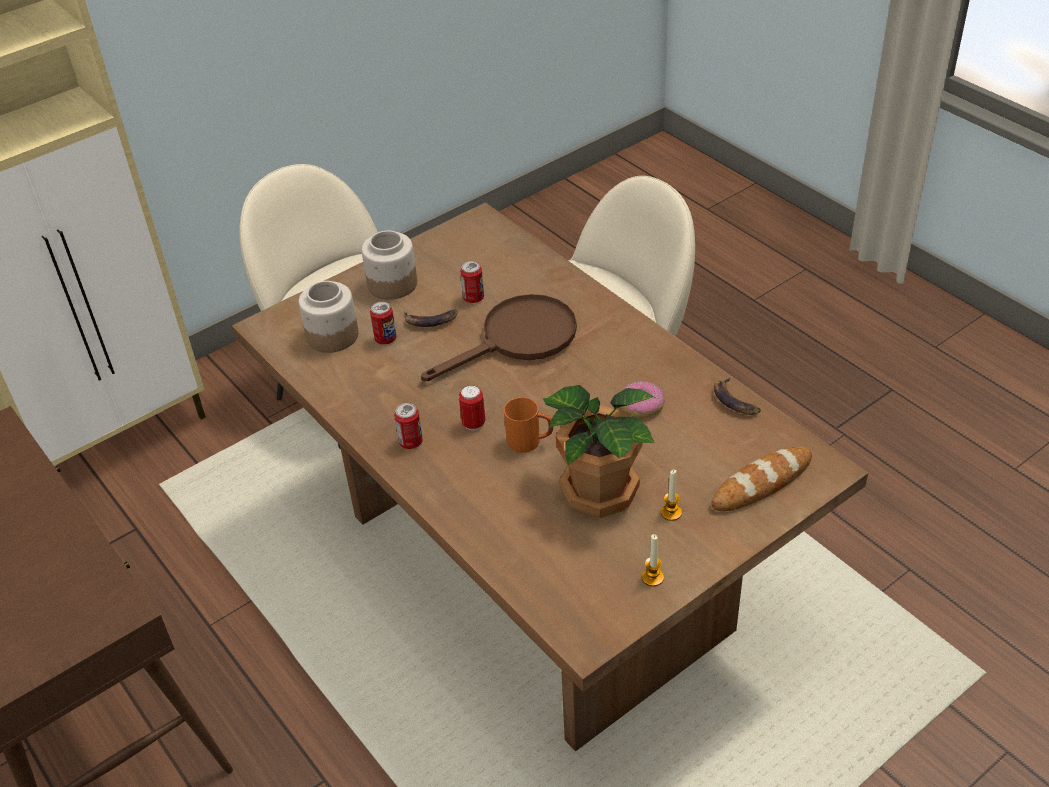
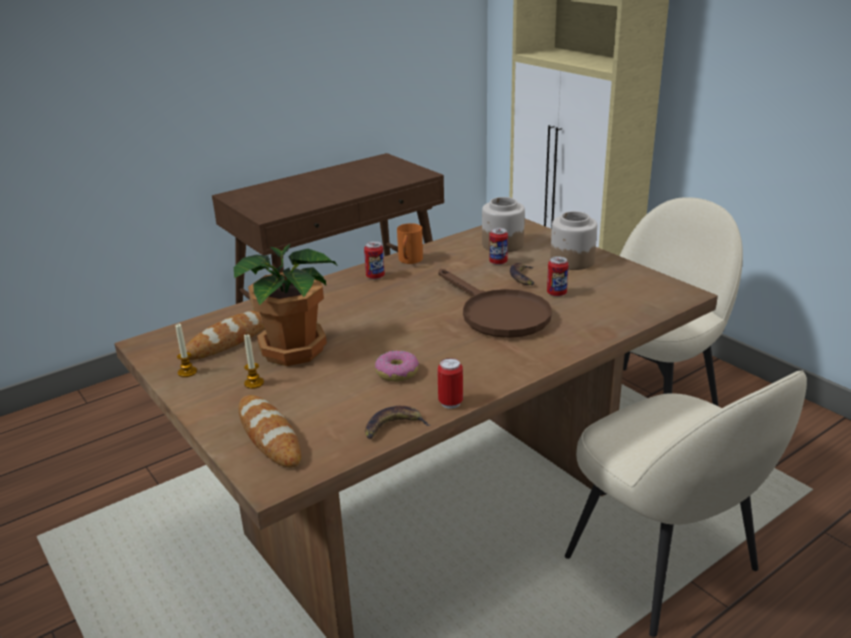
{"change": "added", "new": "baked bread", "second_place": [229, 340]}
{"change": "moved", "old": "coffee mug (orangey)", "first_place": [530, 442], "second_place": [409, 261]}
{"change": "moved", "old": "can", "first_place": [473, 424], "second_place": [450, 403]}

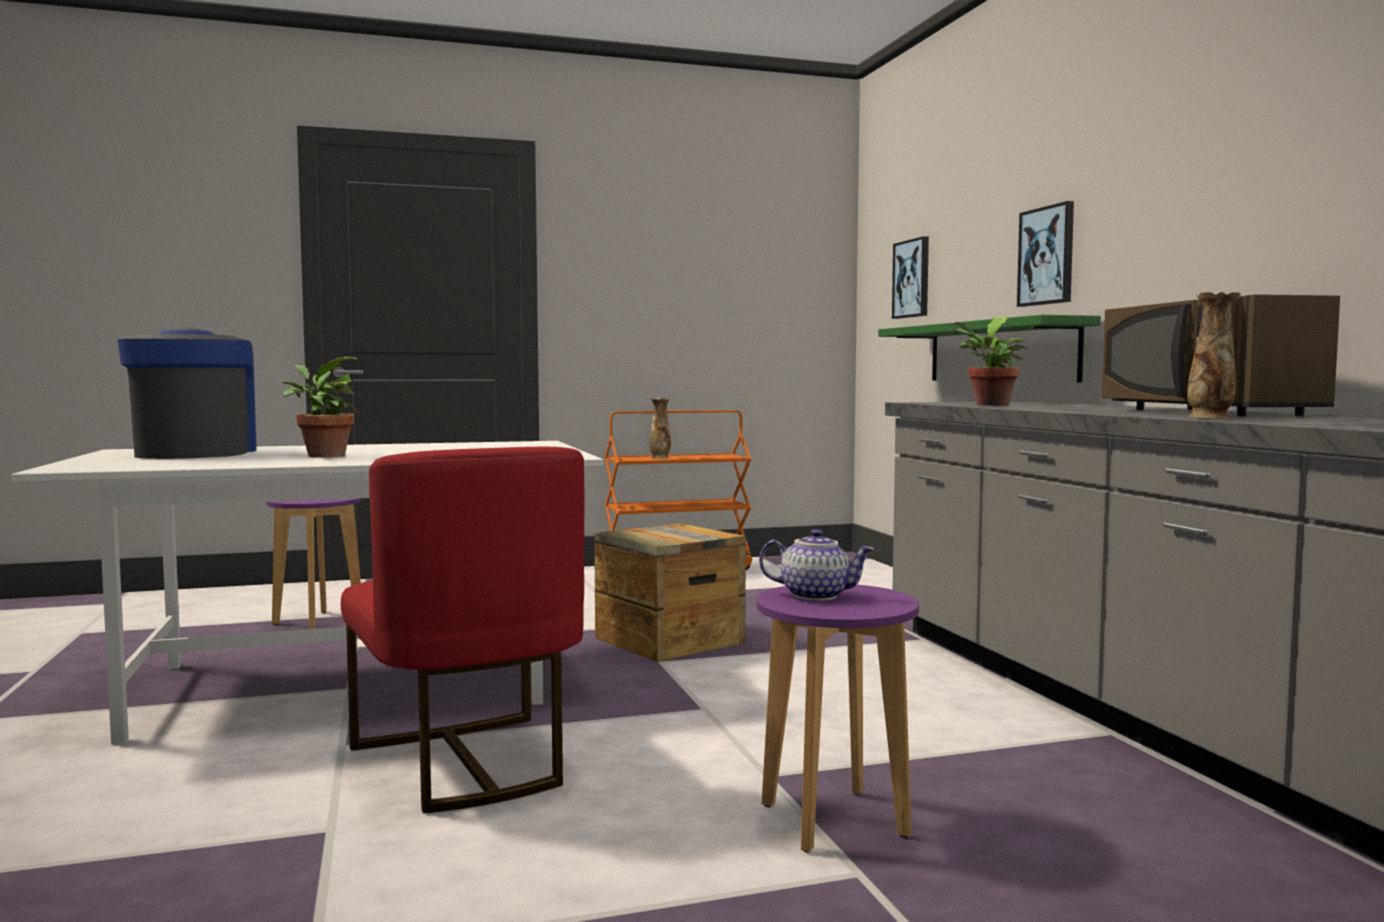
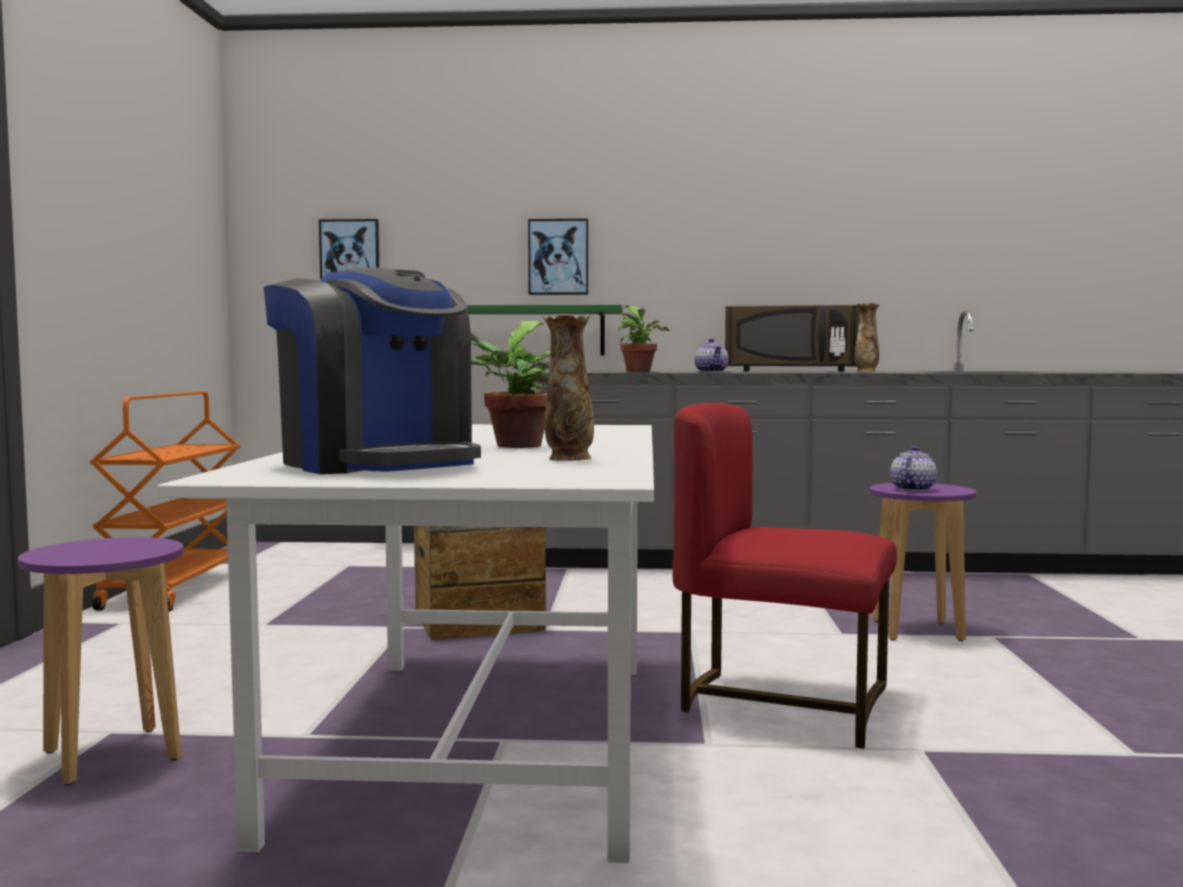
{"change": "turned", "old": "coffee maker", "first_place": [194, 453], "second_place": [378, 463], "degrees": -135}
{"change": "moved", "old": "flower vase", "first_place": [660, 458], "second_place": [568, 459]}
{"change": "turned", "old": "upright chair (red)", "first_place": [466, 764], "second_place": [783, 703], "degrees": -150}
{"change": "added", "new": "tea pot", "second_place": [712, 372]}

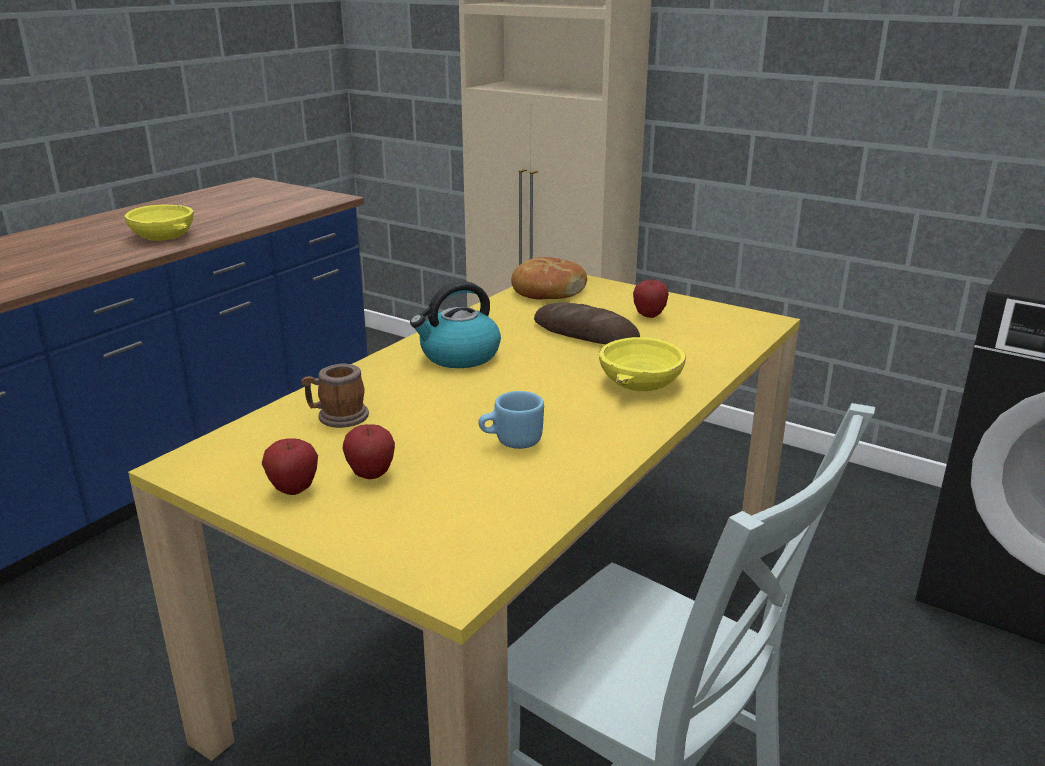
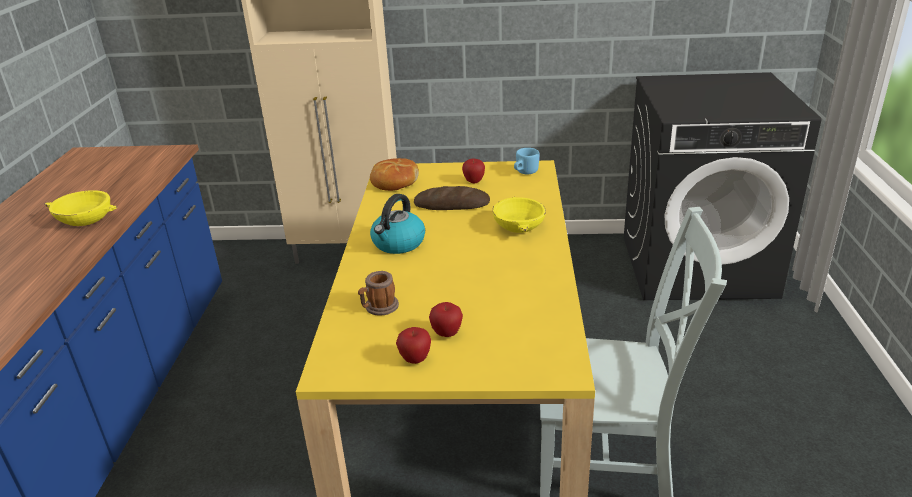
{"change": "moved", "old": "coffee mug (bluish)", "first_place": [511, 442], "second_place": [524, 172]}

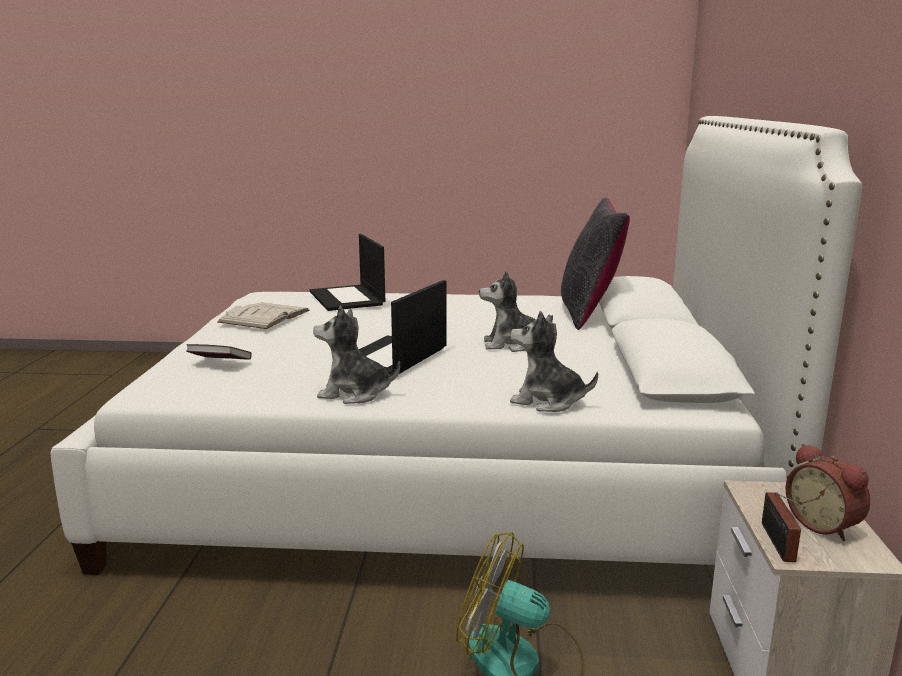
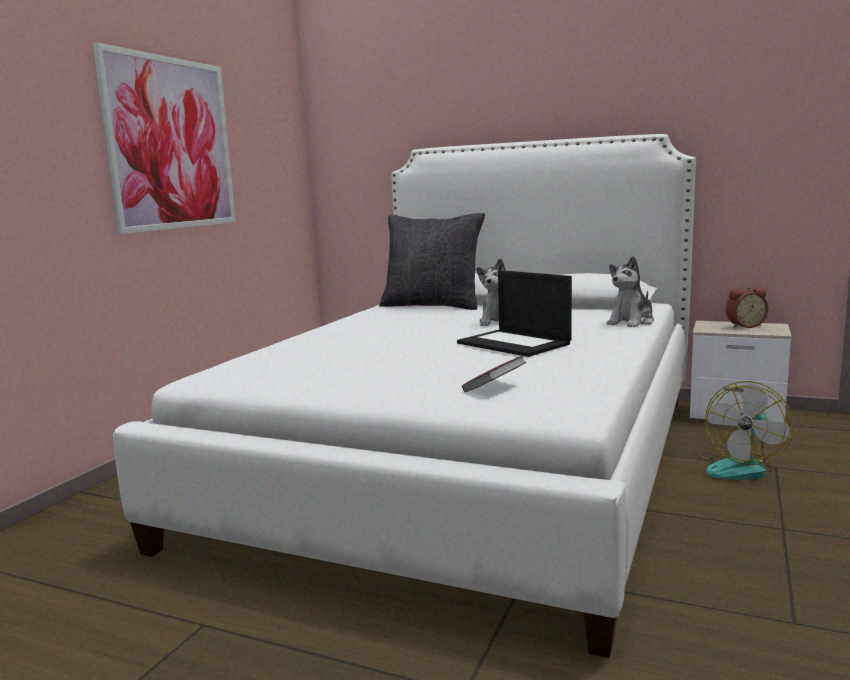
{"change": "added", "new": "wall picture", "second_place": [171, 144]}
{"change": "removed", "old": "book (white-coloured)", "first_place": [264, 316]}
{"change": "removed", "old": "portable computer", "first_place": [348, 298]}
{"change": "removed", "old": "soft toy", "first_place": [354, 394]}
{"change": "removed", "old": "radio", "first_place": [778, 544]}

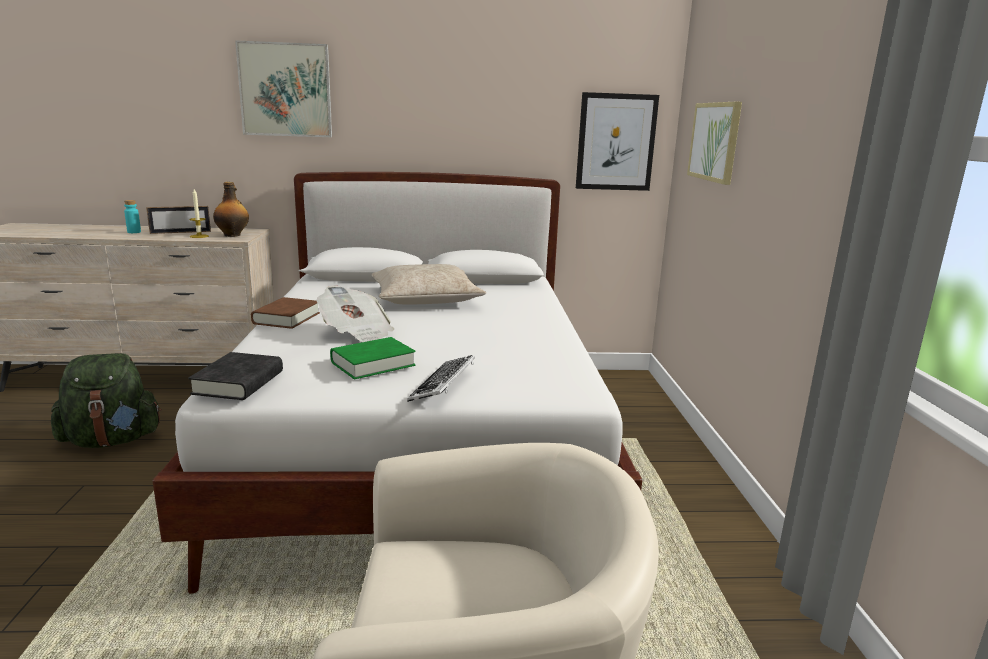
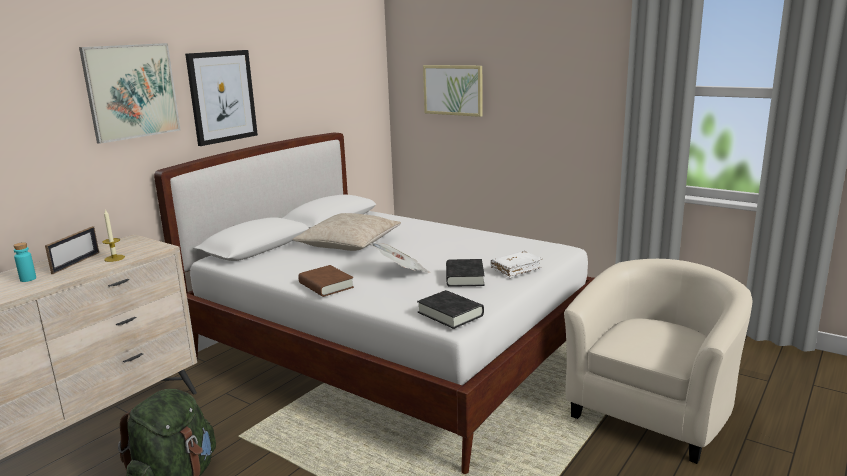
{"change": "moved", "old": "wall picture", "first_place": [616, 142], "second_place": [222, 96]}
{"change": "recoloured", "old": "book (green-coloured)", "new": "book (black-coloured)", "first_place": [373, 364], "second_place": [464, 277]}
{"change": "replaced", "old": "PC keyboard", "new": "book (white-coloured)", "first_place": [443, 385], "second_place": [516, 269]}
{"change": "removed", "old": "beverage bottle", "first_place": [233, 235]}

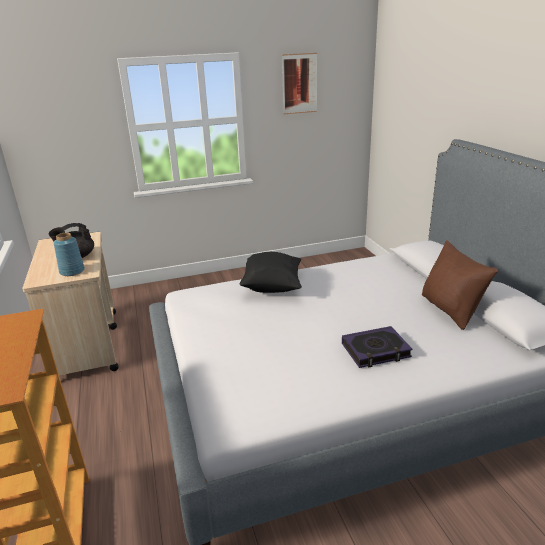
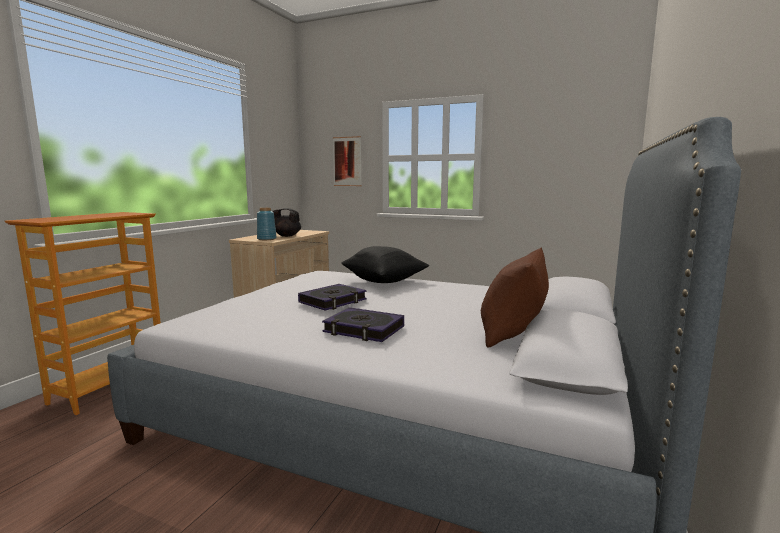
{"change": "added", "new": "book", "second_place": [333, 301]}
{"change": "moved", "old": "wall picture", "first_place": [299, 83], "second_place": [347, 161]}

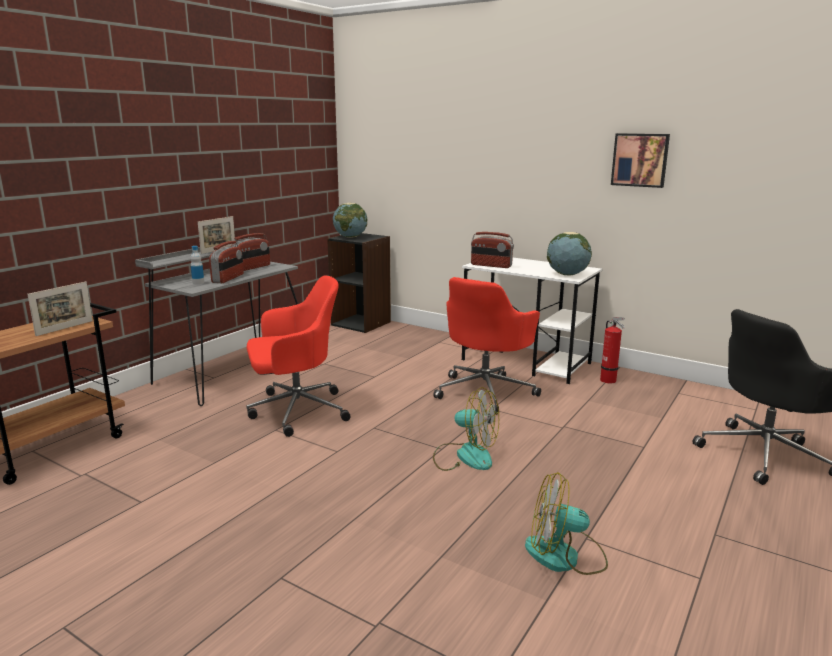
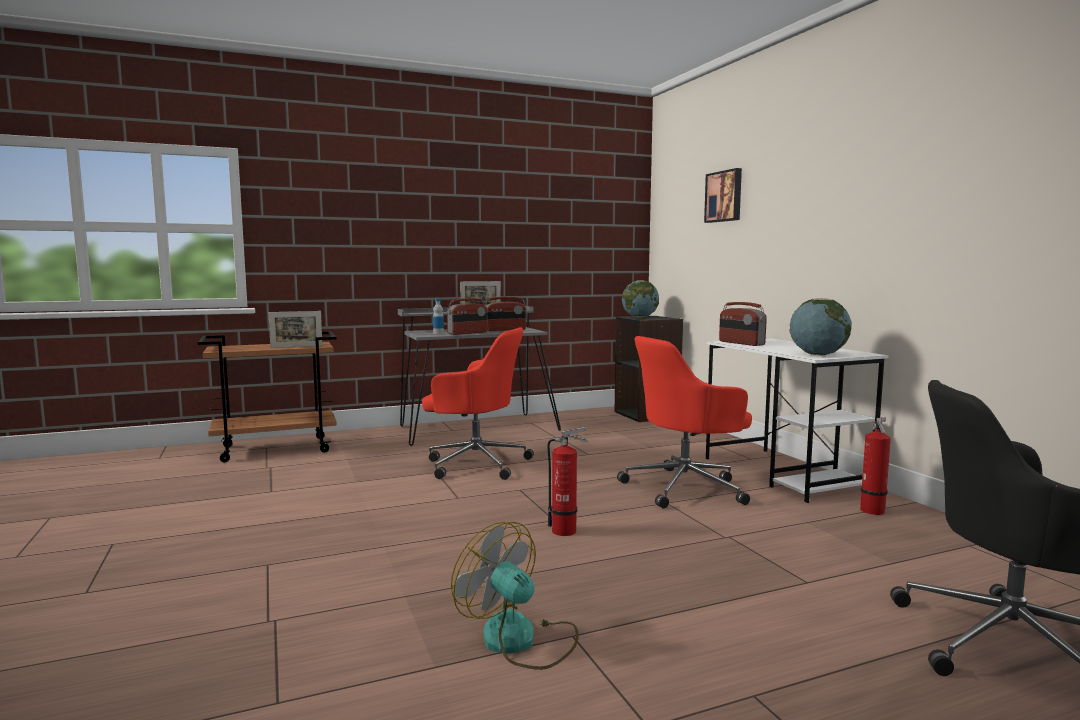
{"change": "replaced", "old": "cooling fan", "new": "fire-fighting cylinder", "first_place": [465, 456], "second_place": [567, 531]}
{"change": "moved", "old": "wall picture", "first_place": [640, 160], "second_place": [724, 196]}

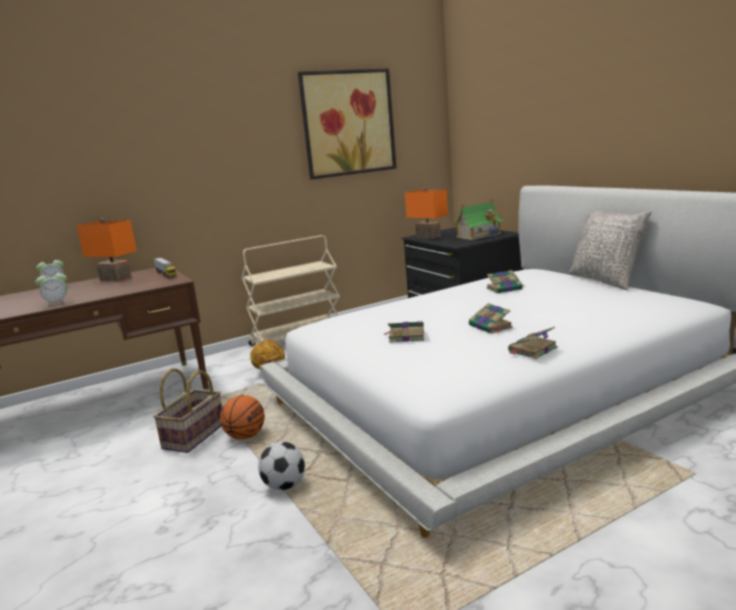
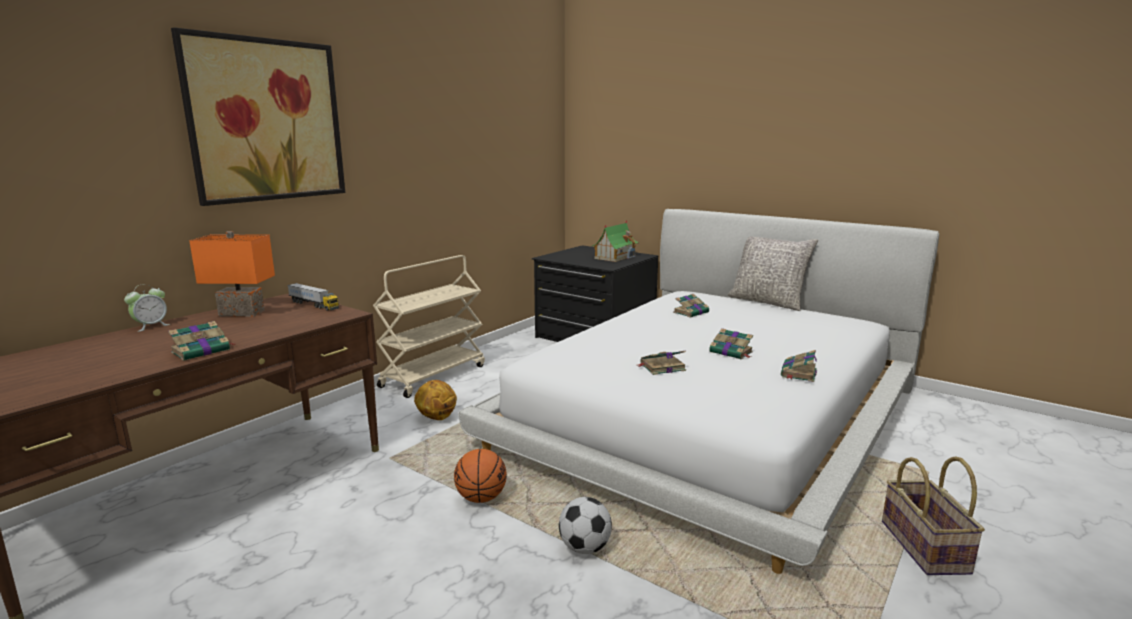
{"change": "replaced", "old": "table clock", "new": "book", "first_place": [57, 303], "second_place": [202, 351]}
{"change": "moved", "old": "wall picture", "first_place": [348, 123], "second_place": [266, 120]}
{"change": "moved", "old": "basket", "first_place": [195, 436], "second_place": [926, 547]}
{"change": "removed", "old": "table lamp (orangey)", "first_place": [427, 237]}

